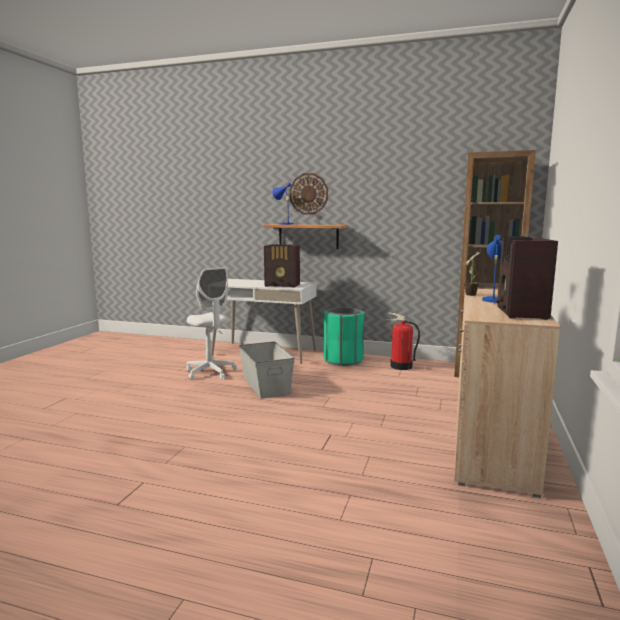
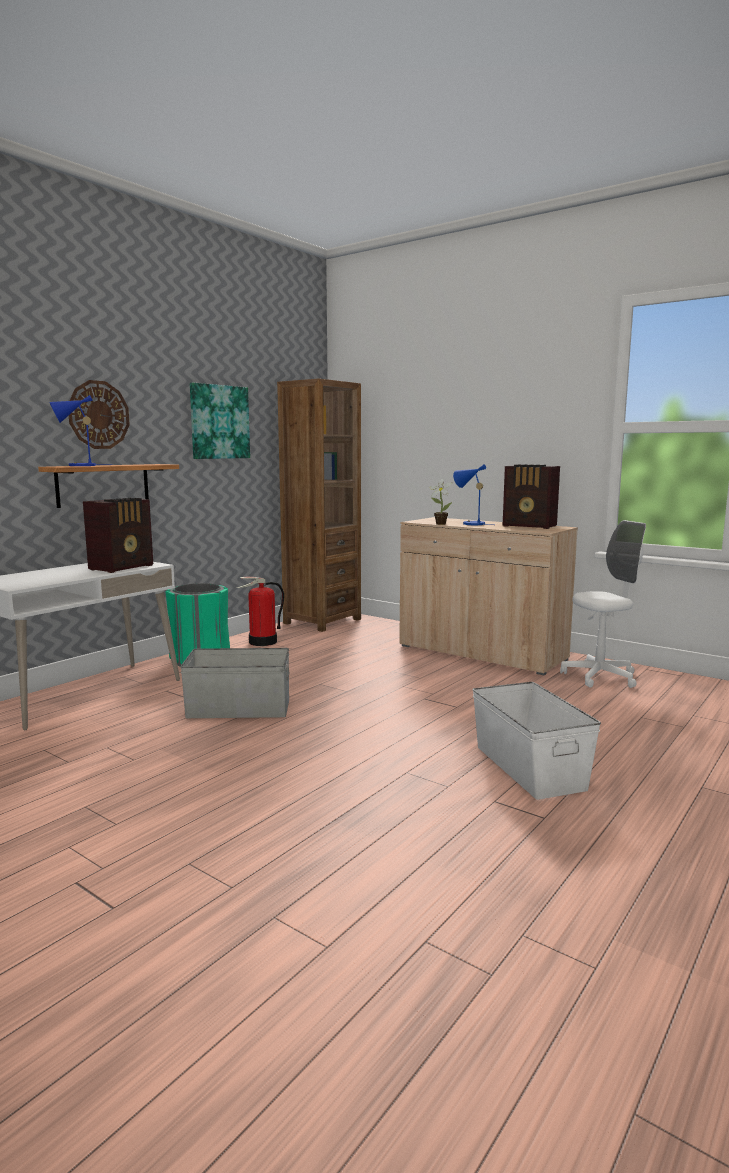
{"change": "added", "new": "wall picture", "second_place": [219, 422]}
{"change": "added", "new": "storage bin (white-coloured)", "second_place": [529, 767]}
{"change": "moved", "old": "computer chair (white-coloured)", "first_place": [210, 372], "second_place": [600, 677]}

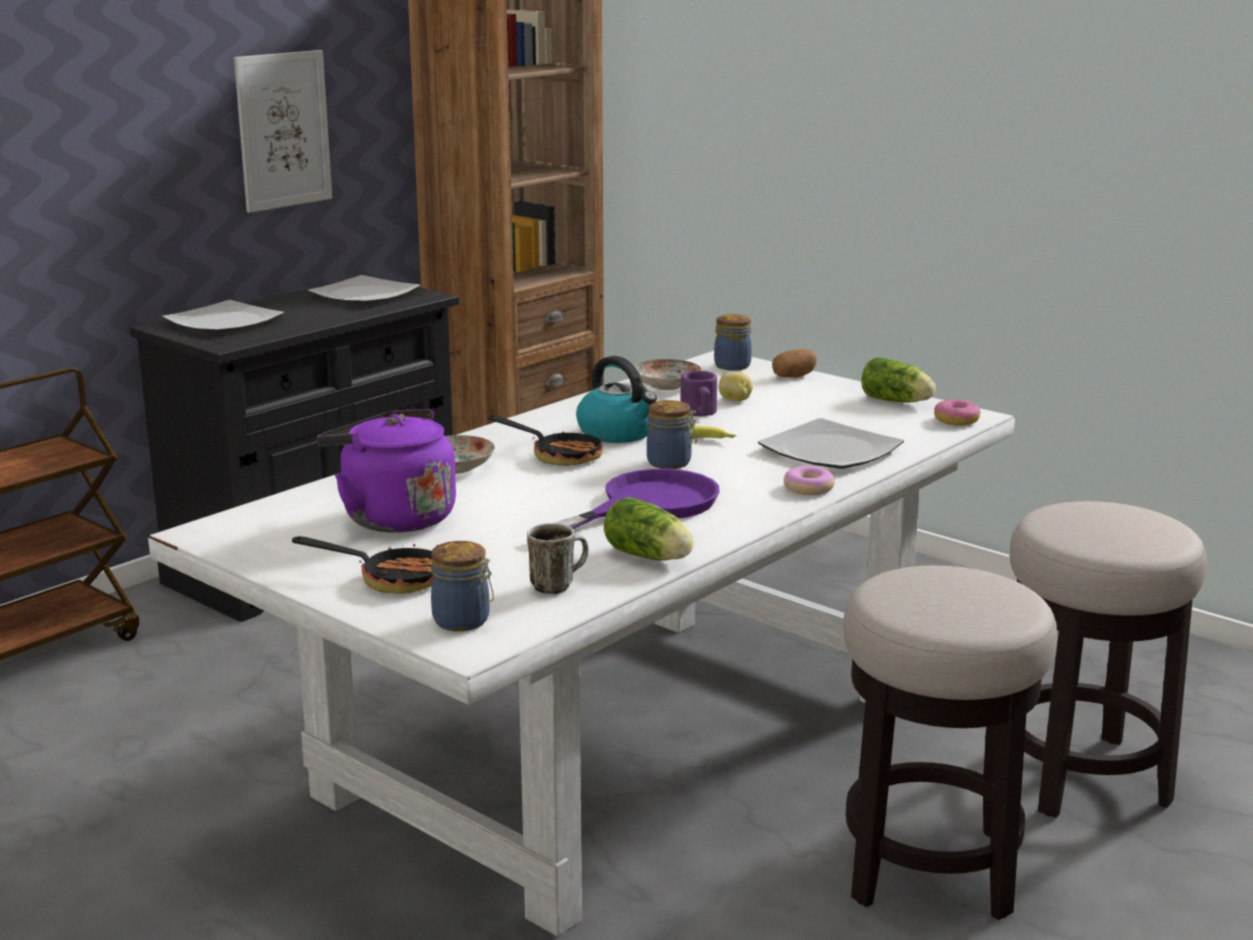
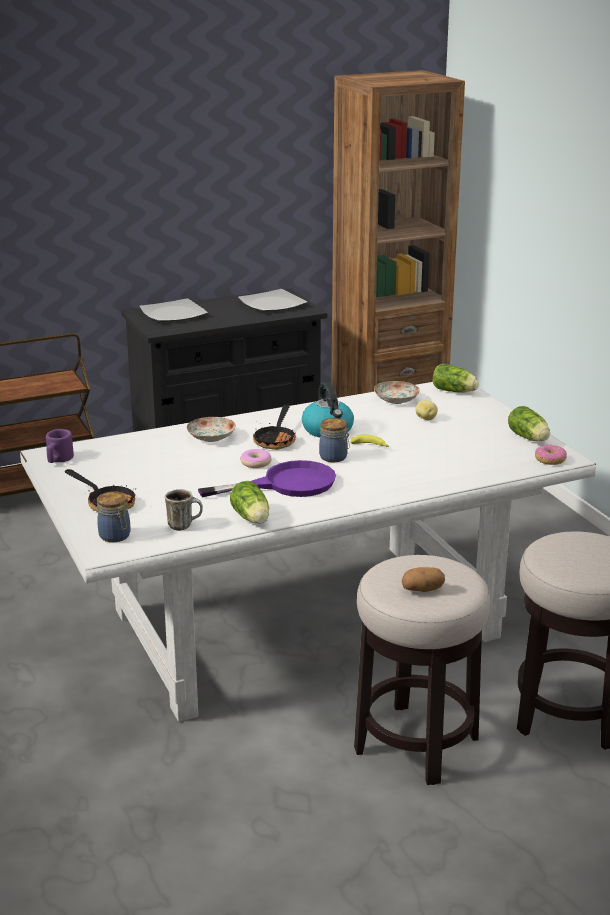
{"change": "moved", "old": "coffee mug (purple-coloured)", "first_place": [700, 413], "second_place": [58, 459]}
{"change": "moved", "old": "ring doughnut", "first_place": [808, 488], "second_place": [256, 463]}
{"change": "turned", "old": "pan", "first_place": [558, 455], "second_place": [276, 440], "degrees": 45}
{"change": "moved", "old": "whole potato", "first_place": [793, 377], "second_place": [422, 589]}
{"change": "replaced", "old": "preserve jar", "new": "lettuce head", "first_place": [732, 365], "second_place": [455, 391]}
{"change": "removed", "old": "wall picture", "first_place": [283, 130]}
{"change": "removed", "old": "water kettle (purple-coloured)", "first_place": [393, 517]}
{"change": "removed", "old": "plate", "first_place": [828, 451]}

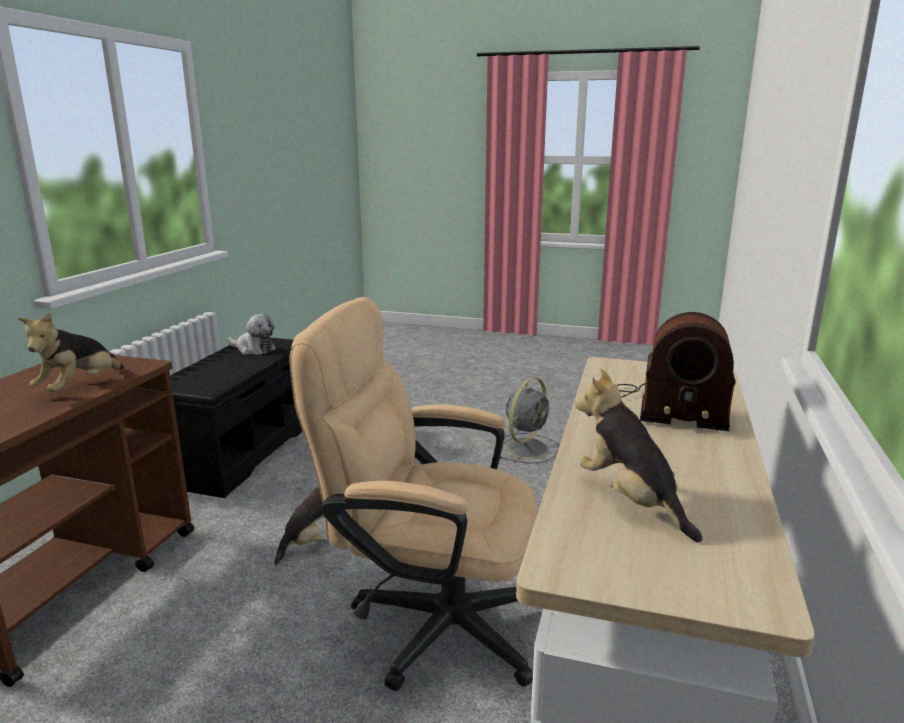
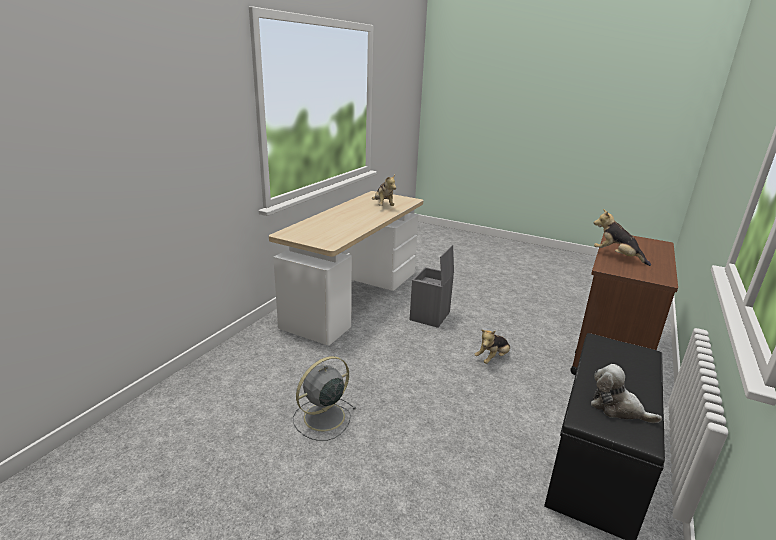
{"change": "replaced", "old": "computer chair (sand-coloured)", "new": "storage bin (greyish)", "first_place": [430, 621], "second_place": [430, 316]}
{"change": "turned", "old": "soft toy", "first_place": [79, 387], "second_place": [616, 257], "degrees": -75}
{"change": "removed", "old": "radio", "first_place": [667, 407]}

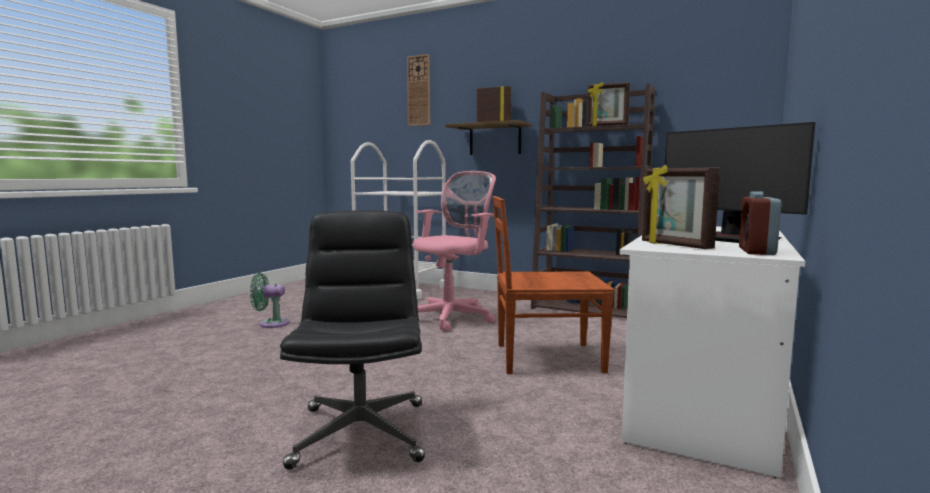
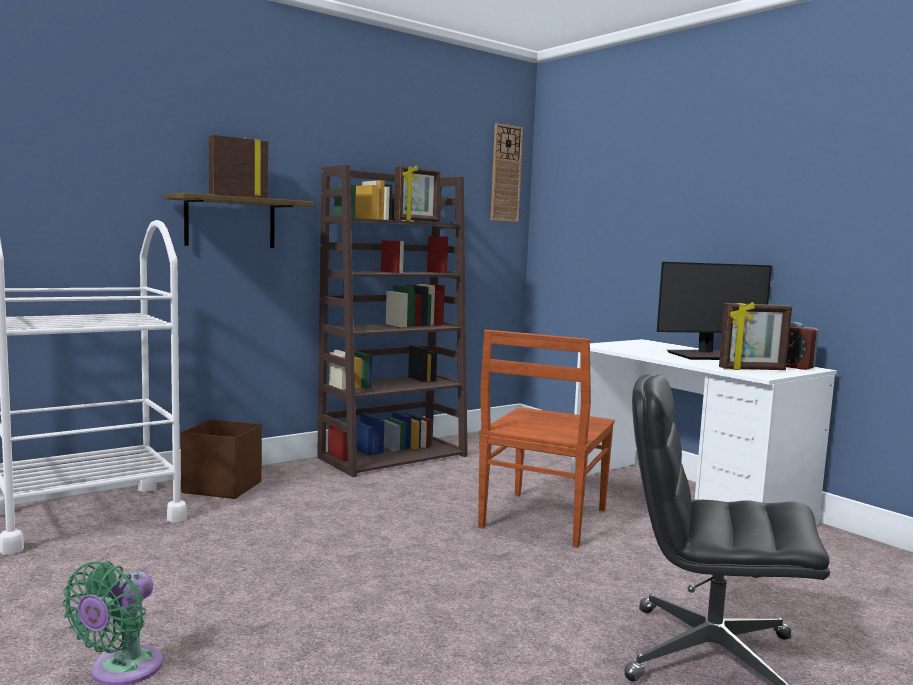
{"change": "added", "new": "storage bin (brown-coloured)", "second_place": [223, 487]}
{"change": "moved", "old": "wall clock", "first_place": [419, 91], "second_place": [505, 173]}
{"change": "removed", "old": "computer chair (pinkish)", "first_place": [451, 317]}

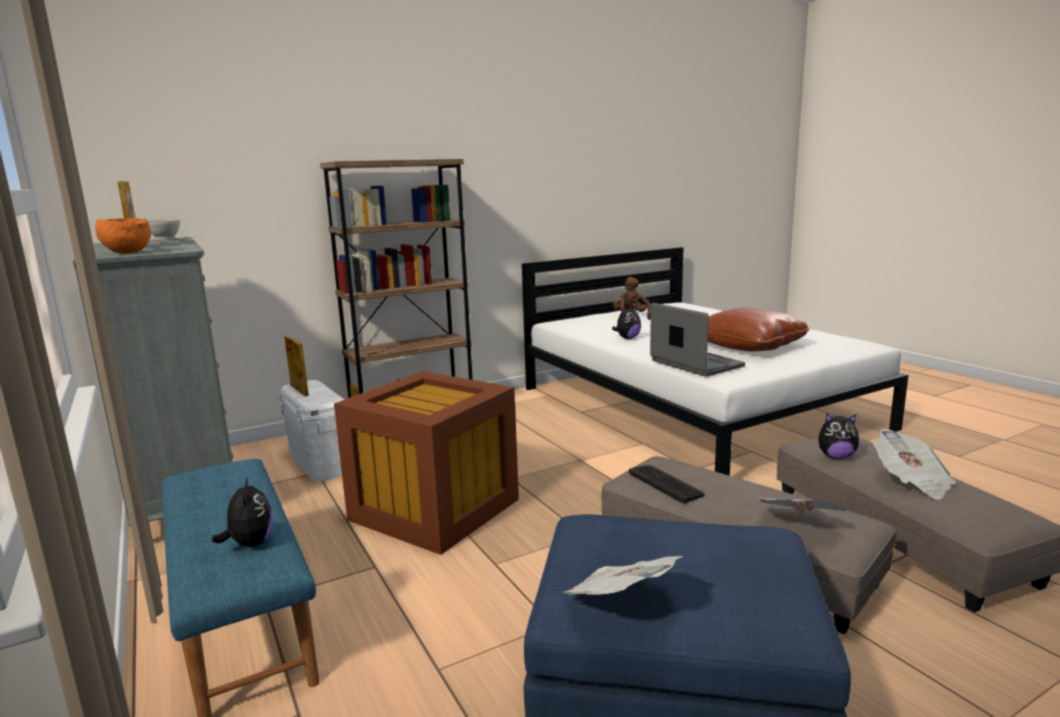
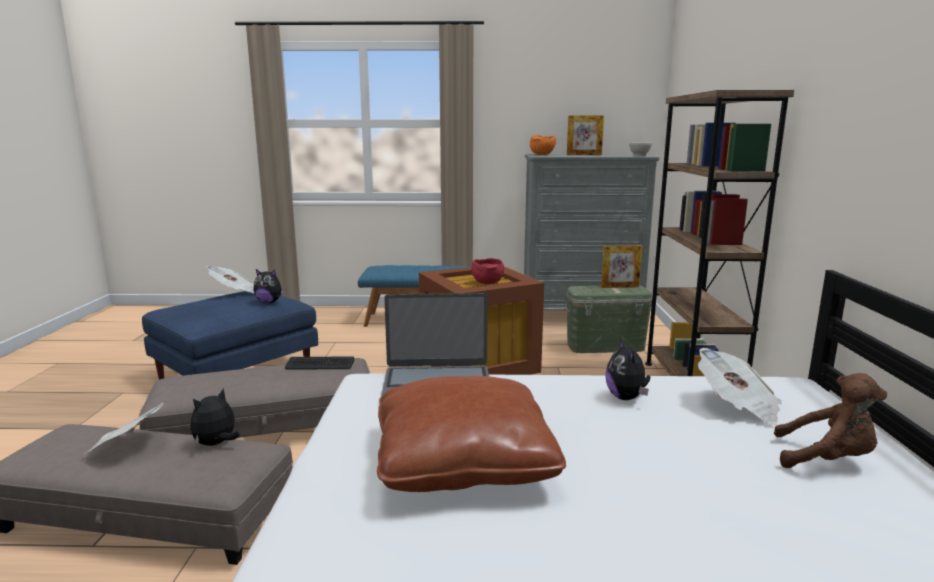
{"change": "moved", "old": "soft toy", "first_place": [250, 543], "second_place": [269, 302]}
{"change": "added", "new": "bowl (red)", "second_place": [487, 283]}
{"change": "recoloured", "old": "storage bin (white-coloured)", "new": "storage bin (green-coloured)", "first_place": [320, 462], "second_place": [605, 346]}
{"change": "moved", "old": "daily paper", "first_place": [798, 524], "second_place": [737, 406]}

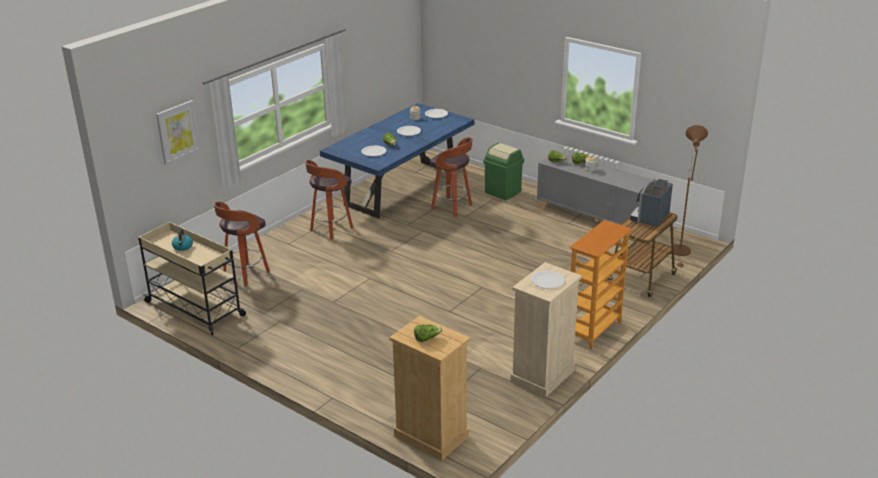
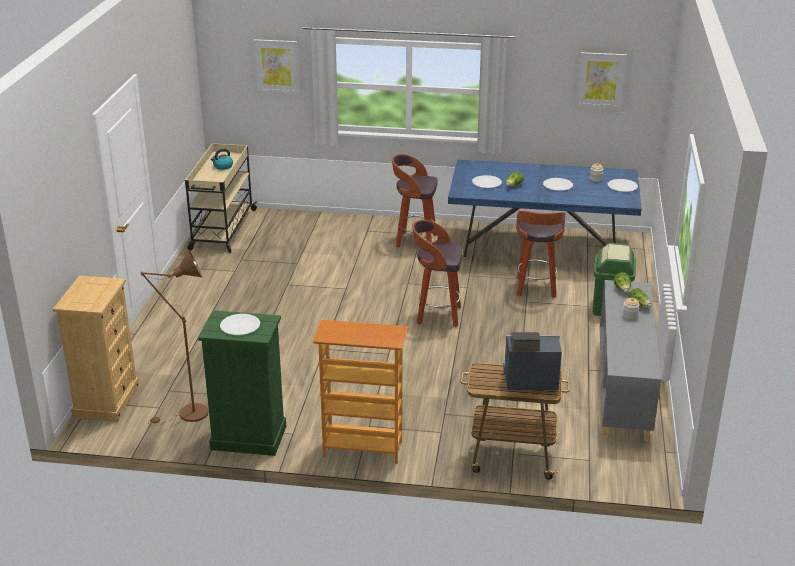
{"change": "moved", "old": "standard lamp (brown-coloured)", "first_place": [681, 253], "second_place": [188, 415]}
{"change": "recoloured", "old": "chest of drawers (sand-coloured)", "new": "chest of drawers (green-coloured)", "first_place": [543, 376], "second_place": [248, 438]}
{"change": "moved", "old": "stool", "first_place": [245, 275], "second_place": [437, 315]}
{"change": "added", "new": "wall picture", "second_place": [601, 80]}
{"change": "removed", "old": "lettuce head", "first_place": [426, 338]}

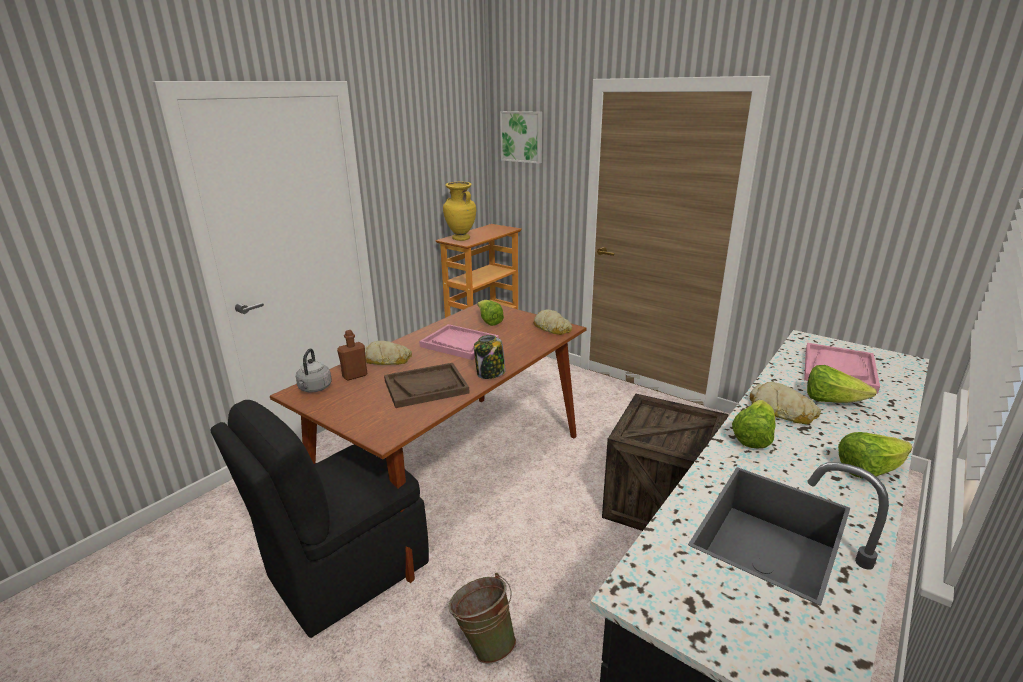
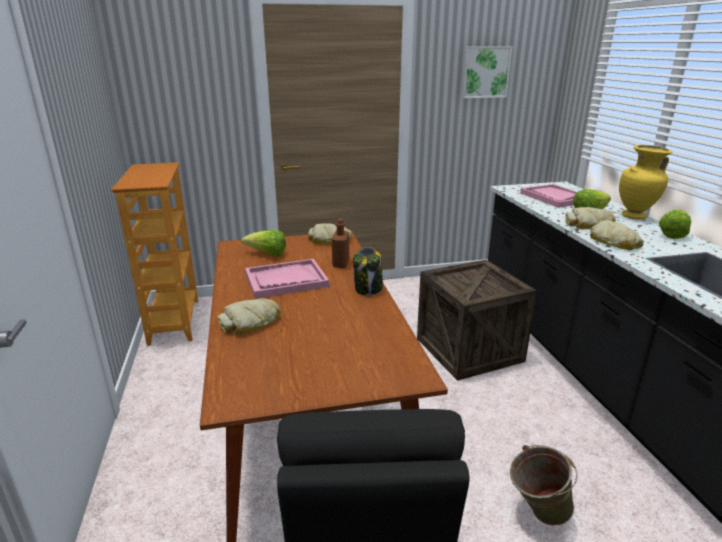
{"change": "moved", "old": "beverage bottle (brown-coloured)", "first_place": [355, 375], "second_place": [341, 264]}
{"change": "moved", "old": "wall picture", "first_place": [522, 136], "second_place": [485, 72]}
{"change": "replaced", "old": "lettuce head", "new": "baked bread", "first_place": [752, 437], "second_place": [614, 242]}
{"change": "moved", "old": "flower vase (yellow)", "first_place": [460, 239], "second_place": [634, 217]}
{"change": "removed", "old": "water kettle (greyish)", "first_place": [314, 388]}
{"change": "removed", "old": "carrying tray (brown-coloured)", "first_place": [426, 387]}

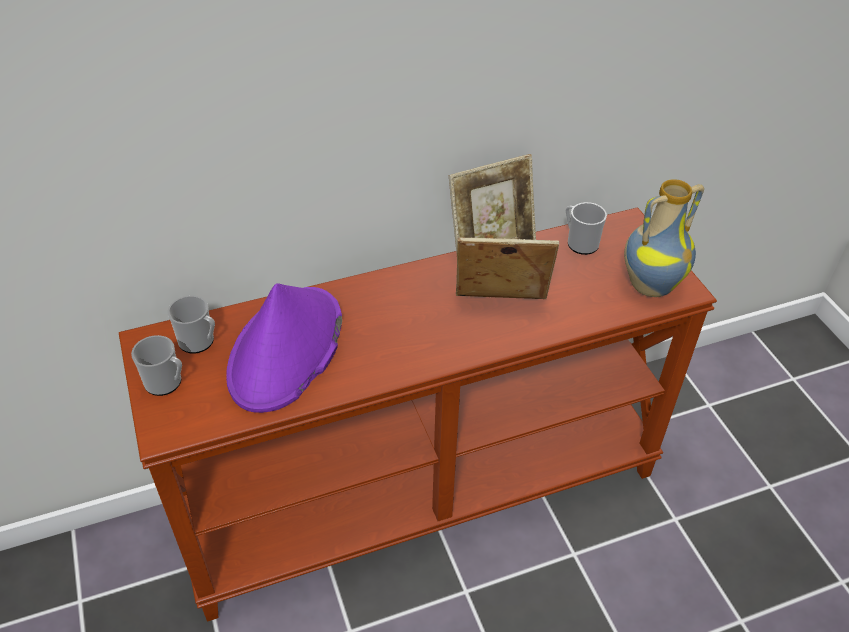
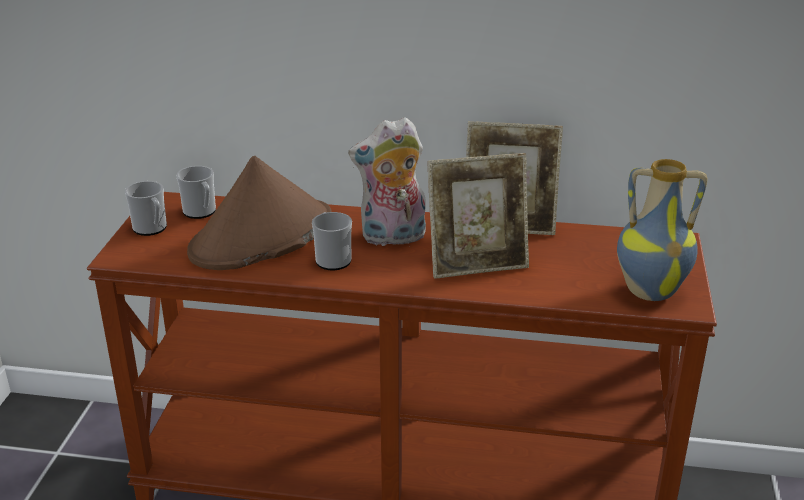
{"change": "recoloured", "old": "wearable hat (purple-coloured)", "new": "wearable hat (brown-coloured)", "first_place": [286, 350], "second_place": [261, 236]}
{"change": "moved", "old": "coffee mug", "first_place": [579, 242], "second_place": [332, 259]}
{"change": "added", "new": "soft toy", "second_place": [392, 238]}
{"change": "turned", "old": "photo frame", "first_place": [500, 308], "second_place": [477, 264], "degrees": 135}

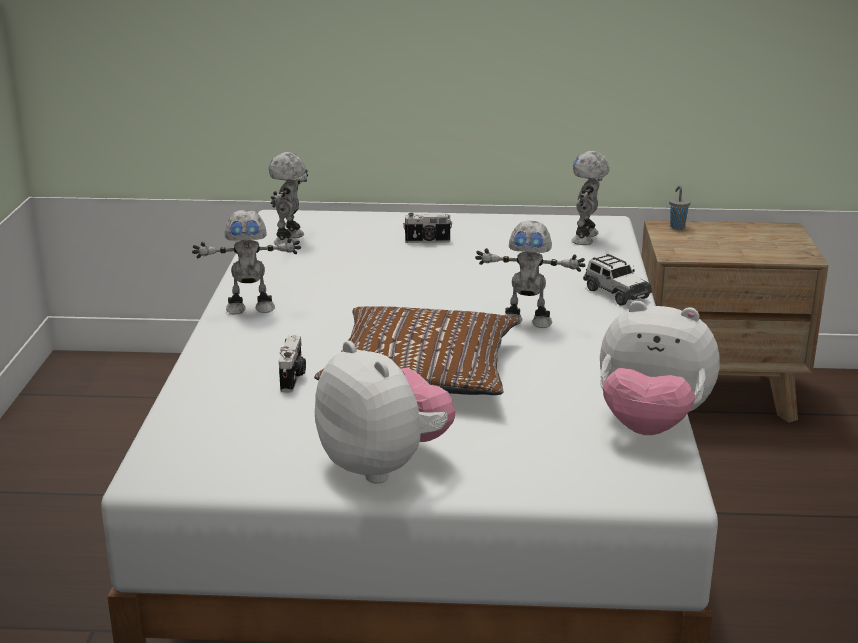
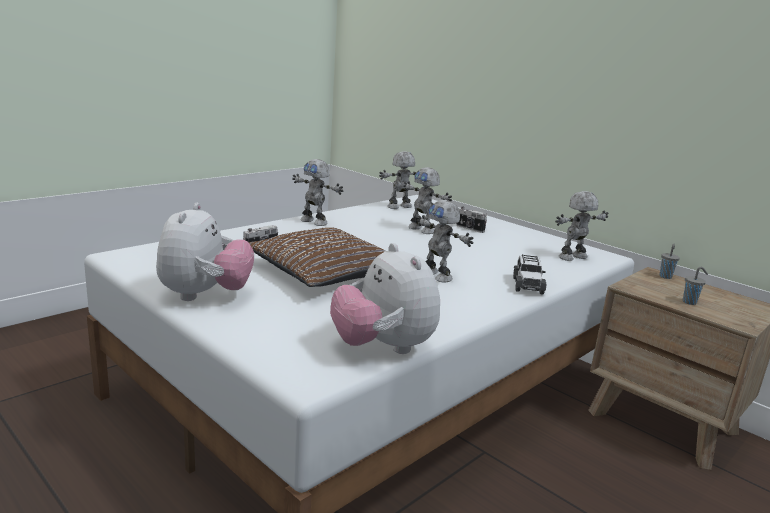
{"change": "added", "new": "model robot", "second_place": [422, 229]}
{"change": "added", "new": "cup (greyish)", "second_place": [690, 302]}

